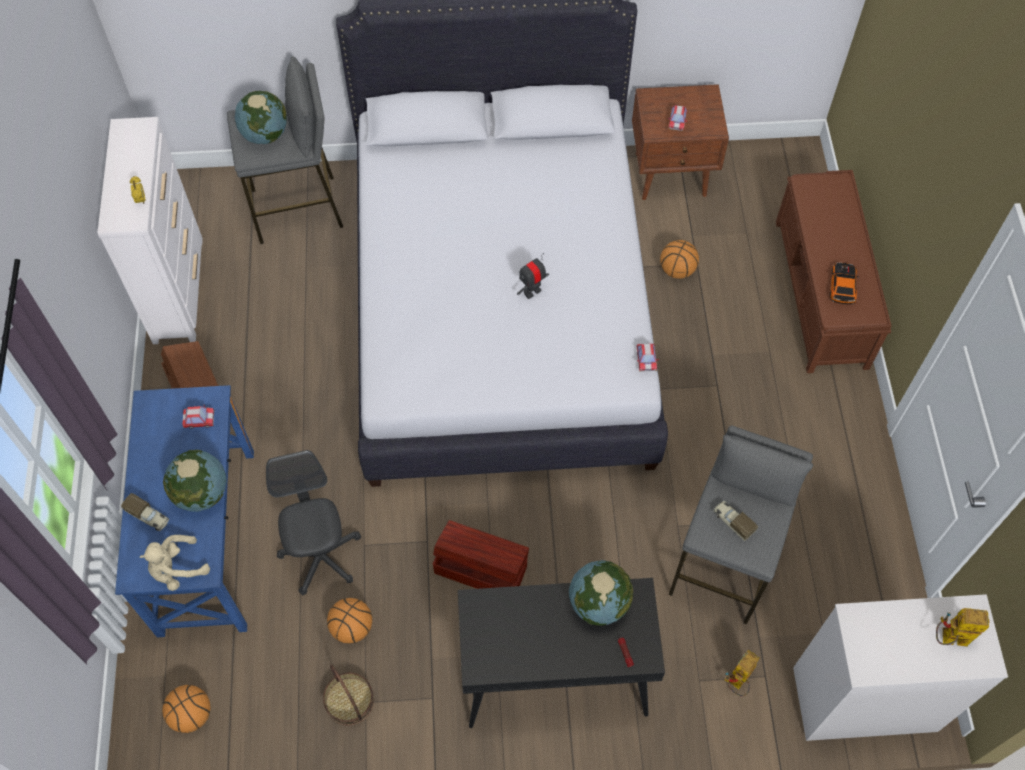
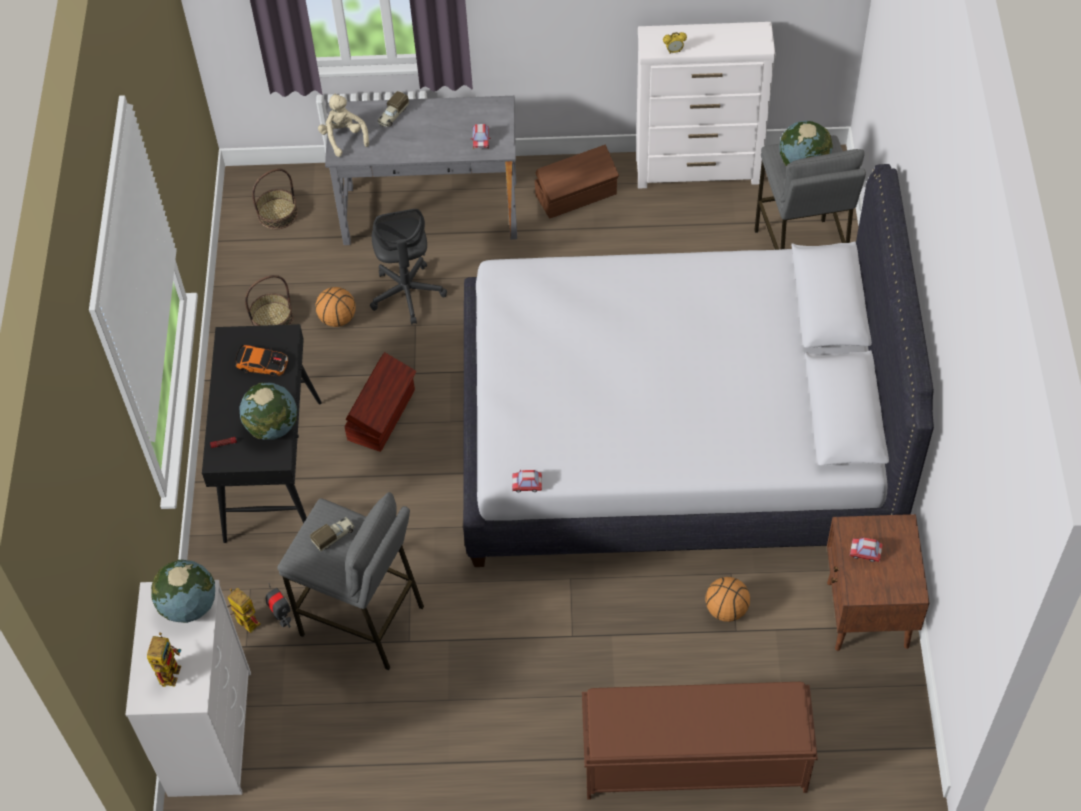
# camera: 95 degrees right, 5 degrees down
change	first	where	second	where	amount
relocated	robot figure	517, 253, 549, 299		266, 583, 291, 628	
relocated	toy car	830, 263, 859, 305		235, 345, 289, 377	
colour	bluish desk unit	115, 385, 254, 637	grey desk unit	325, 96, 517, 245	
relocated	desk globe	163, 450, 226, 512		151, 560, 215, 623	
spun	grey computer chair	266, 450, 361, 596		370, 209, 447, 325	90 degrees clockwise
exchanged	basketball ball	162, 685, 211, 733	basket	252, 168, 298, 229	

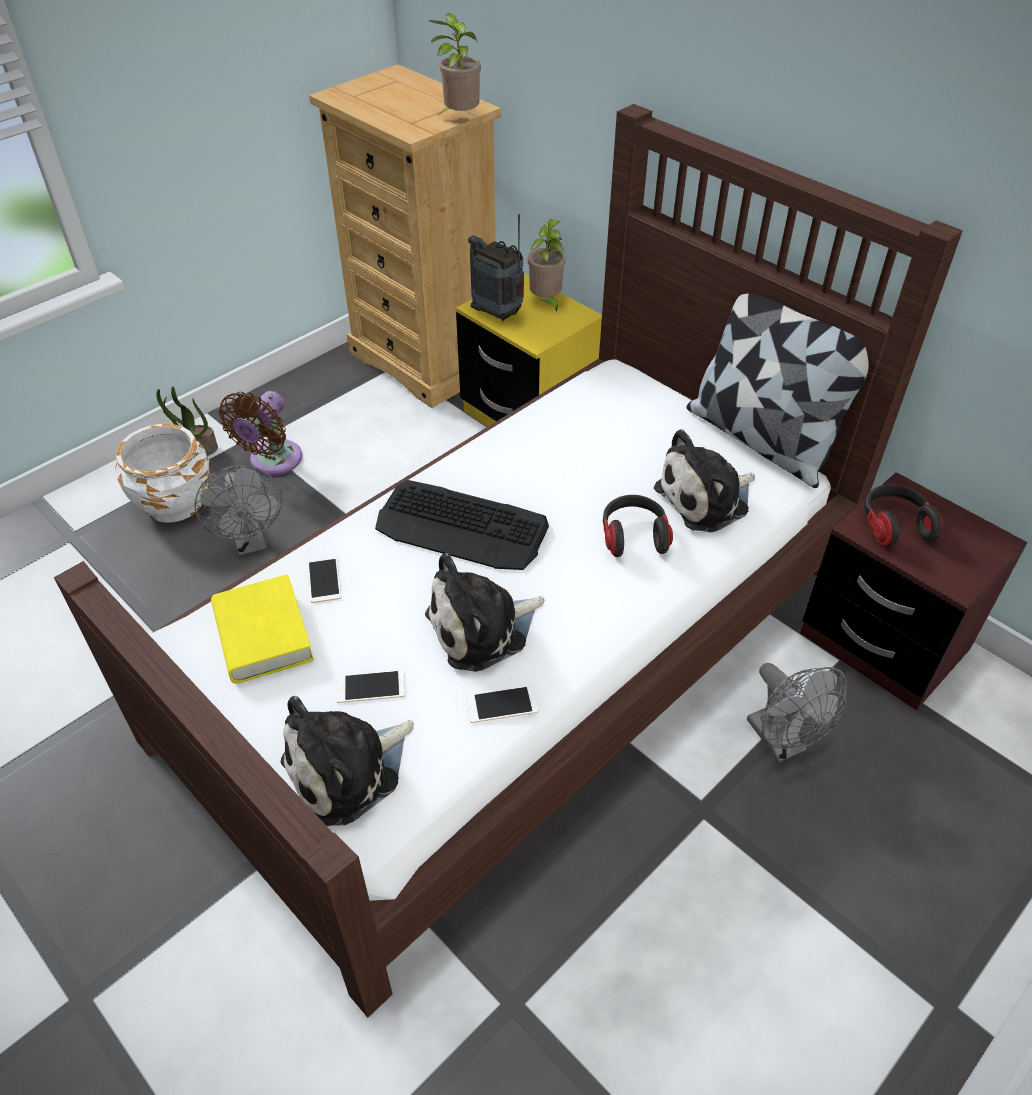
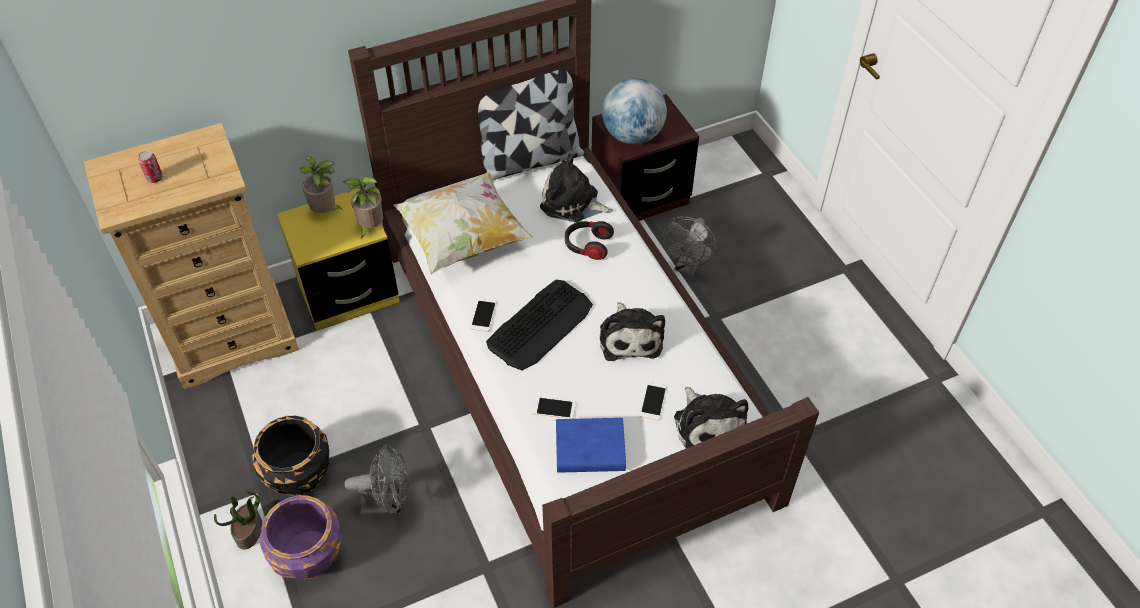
# camera: 70 degrees left, 5 degrees up
change	first	where	second	where	amount
relocated	potted plant	429, 13, 481, 115		343, 177, 383, 239	
missing	radio receiver	468, 214, 524, 321			
exchanged	brown-coloured cooling fan	219, 391, 302, 475	blackish planter	252, 416, 329, 496	
colour	whitish planter	115, 424, 210, 523	purple-coloured planter	260, 495, 342, 579	
spun	cuddly toy	654, 429, 755, 533		540, 153, 613, 222	120 degrees clockwise
exchanged	headphones	864, 484, 943, 547	desk globe	602, 78, 667, 144	
colour	yellow-coloured bound book	211, 574, 314, 684	bluish bound book	556, 418, 626, 473	
spun	grey cooling fan	747, 663, 847, 762		661, 216, 717, 276	120 degrees clockwise
relocated	phone	466, 685, 538, 723		470, 298, 497, 332	
appeared			sealed can	138, 151, 163, 183	
appeared			cushion	394, 171, 533, 274	

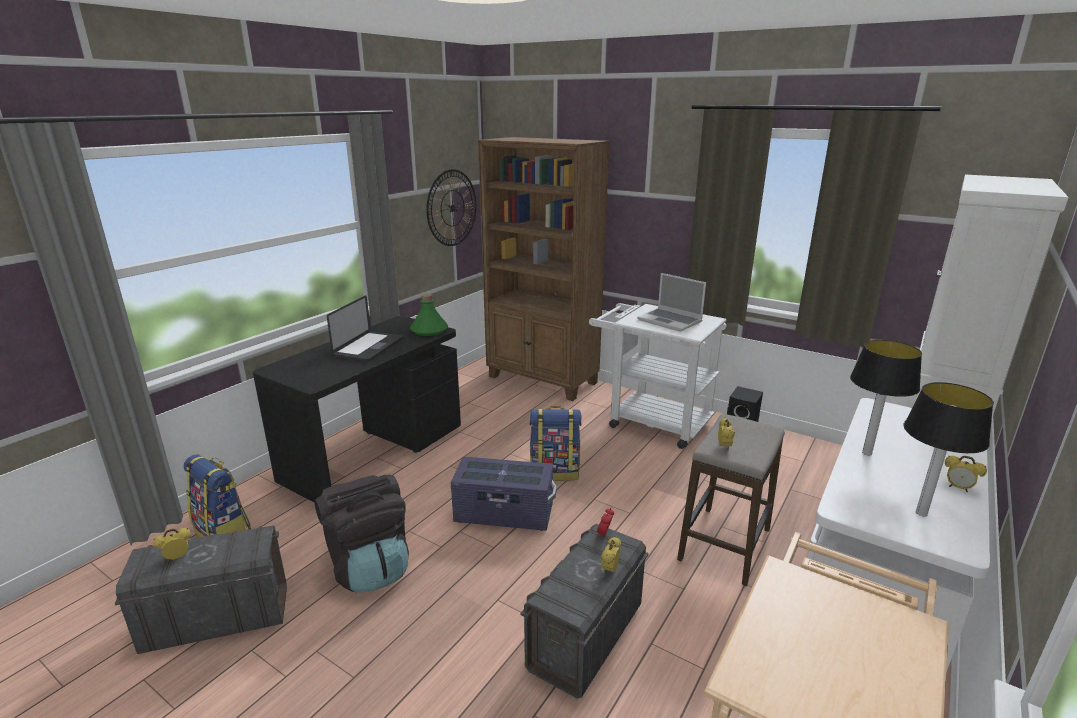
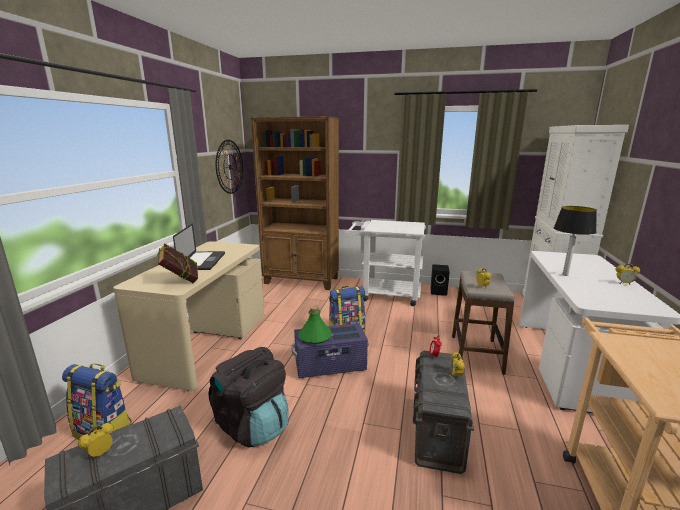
# camera: 20 degrees left, 5 degrees down
change	first	where	second	where	amount
missing	portable computer	637, 273, 706, 332			
relocated	greenish drink bottle	410, 294, 448, 336		298, 305, 332, 344	
colour	blackish desk unit	253, 316, 461, 502	beige-coloured desk unit	113, 241, 264, 391	
missing	tabletop lamp	904, 382, 994, 516			
appeared			bound book	157, 243, 198, 283	

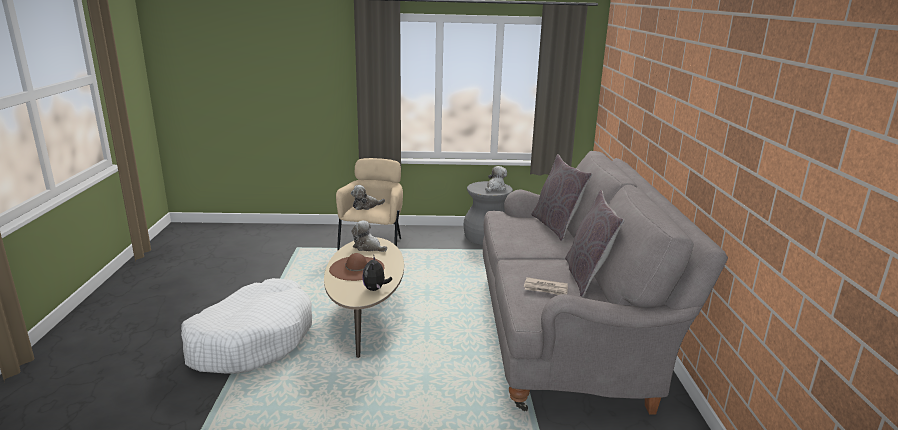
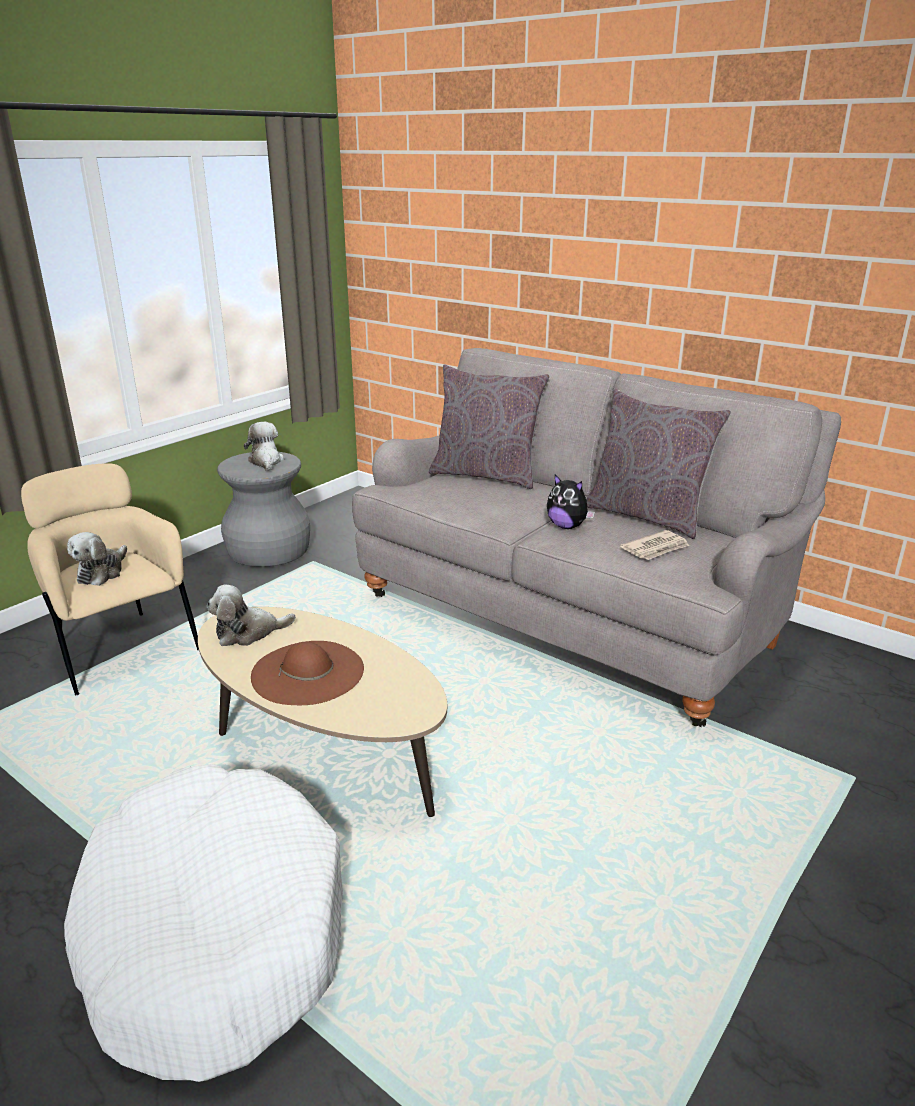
# camera: 50 degrees left, 5 degrees up
change	first	where	second	where	amount
relocated	cuddly toy	362, 255, 392, 291		547, 475, 595, 529	

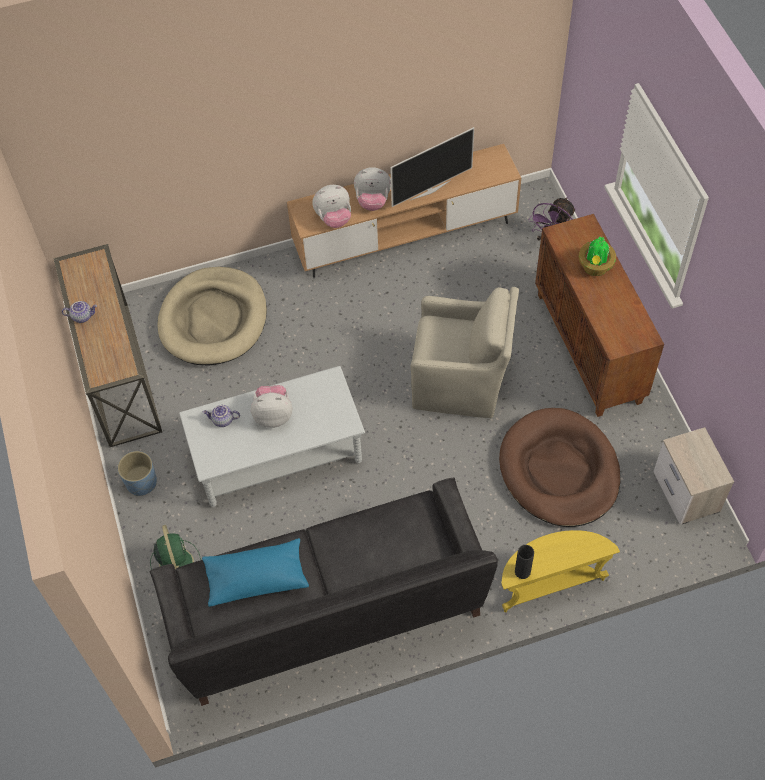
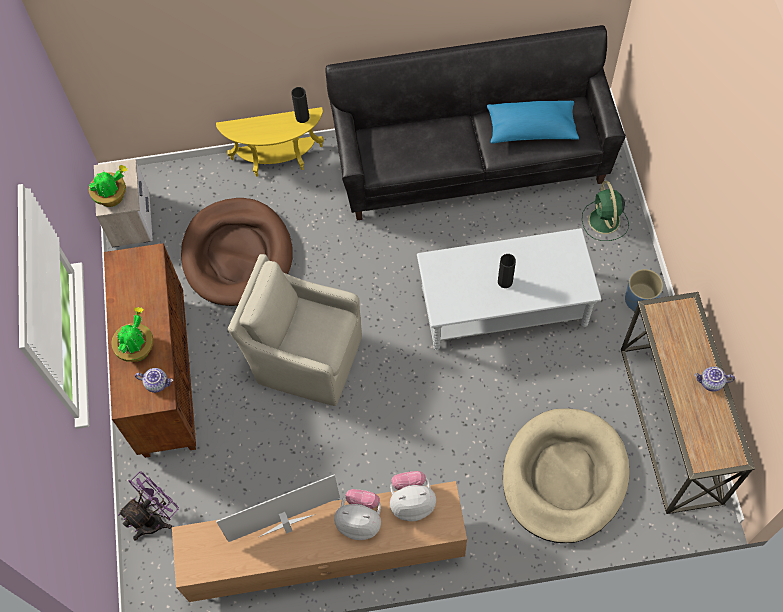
# camera: 170 degrees left, 5 degrees up
change	first	where	second	where	amount
exchanged	cuddly toy	251, 385, 292, 428	blackish decorative vase	498, 254, 516, 288	
relocated	tea pot	203, 405, 240, 427		135, 368, 173, 393	
appeared			potted plant	89, 165, 127, 207	

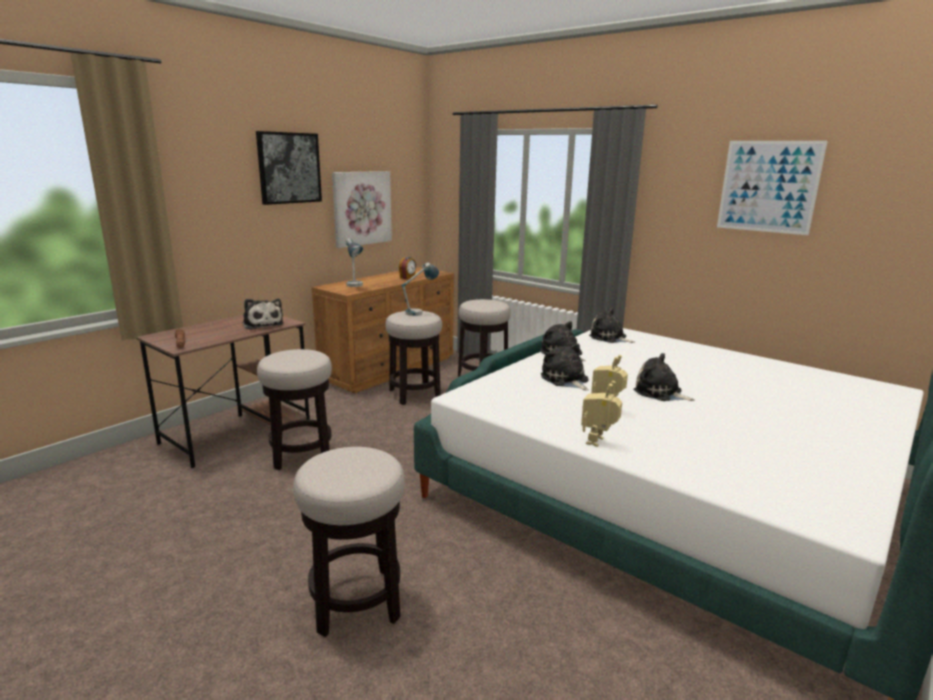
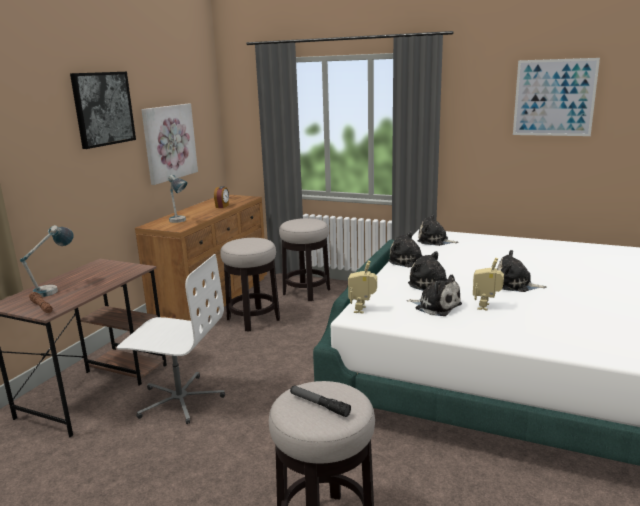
# camera: 15 degrees left, 0 degrees up
change	first	where	second	where	amount
relocated	tabletop lamp	401, 262, 439, 316		20, 225, 74, 297	
relocated	cuddly toy	242, 299, 283, 330		407, 275, 462, 316	
exchanged	sitting stool	257, 349, 332, 470	whitish computer chair	117, 254, 225, 424	
relocated	robot figure	581, 381, 622, 447		348, 261, 377, 314	
appeared			torch	290, 385, 351, 417	

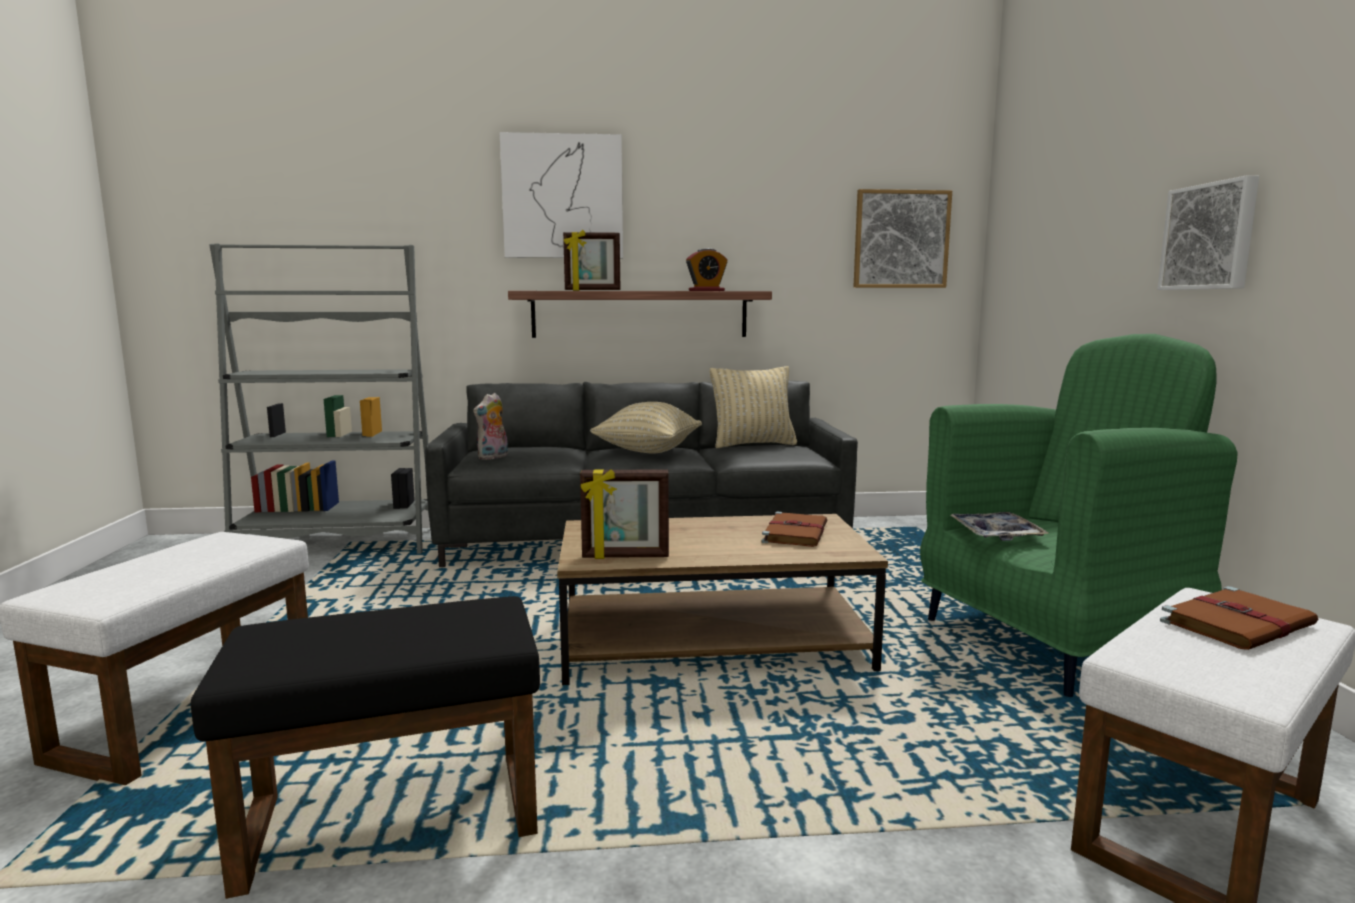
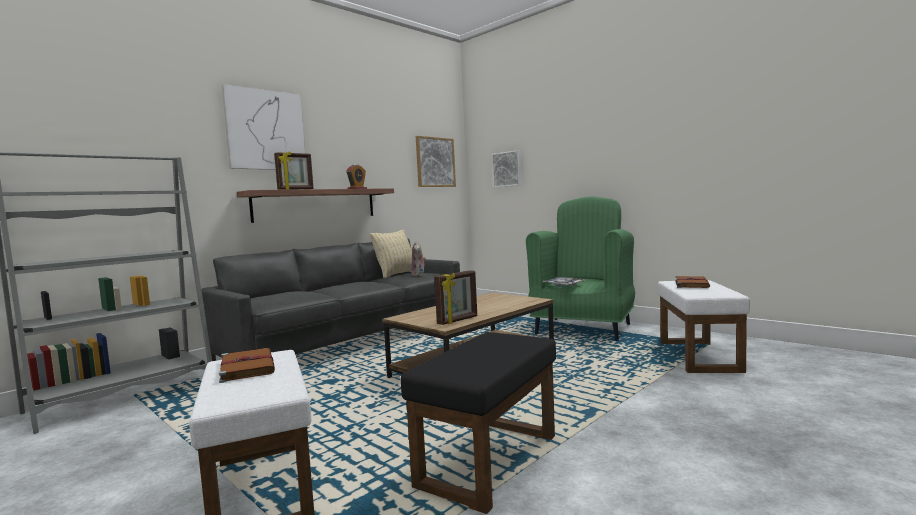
# camera: 40 degrees left, 5 degrees down
change	first	where	second	where	amount
relocated	wall picture	1157, 175, 1259, 290		492, 150, 522, 188	
relocated	cuddly toy	473, 393, 508, 460		411, 241, 426, 276	
missing	beige-coloured cushion	590, 402, 702, 453			
relocated	brown-coloured bound book	761, 512, 827, 547		219, 348, 275, 383	

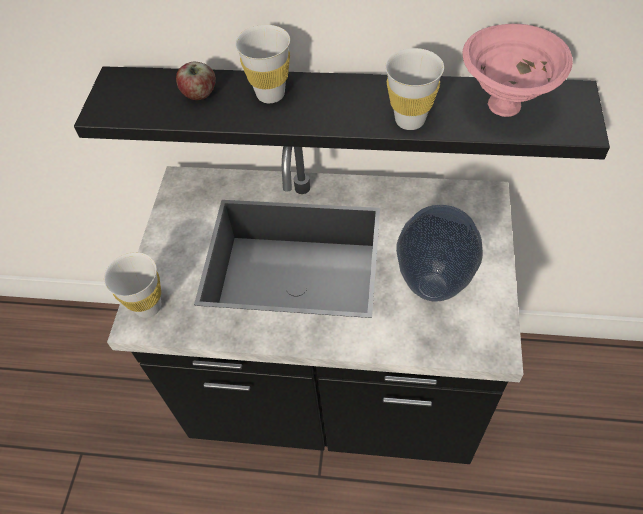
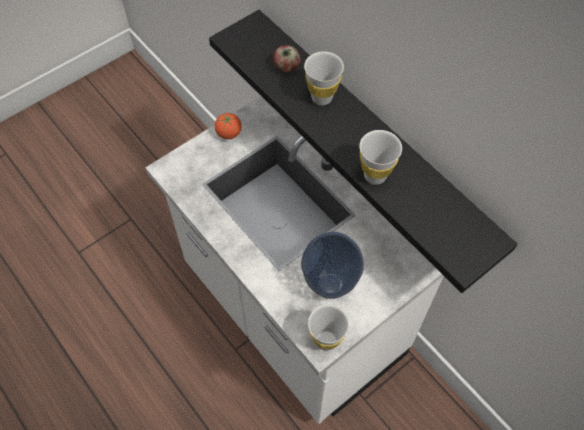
# camera: 40 degrees right, 5 degrees up
change	first	where	second	where	amount
missing	pink deep dish	462, 24, 573, 117			
colour	blackish kitchen counter	107, 146, 523, 464	whitish kitchen counter	145, 96, 444, 424	
relocated	whitish cup	104, 252, 161, 318		308, 305, 349, 351	
appeared			fresh tomato	214, 113, 242, 139	

